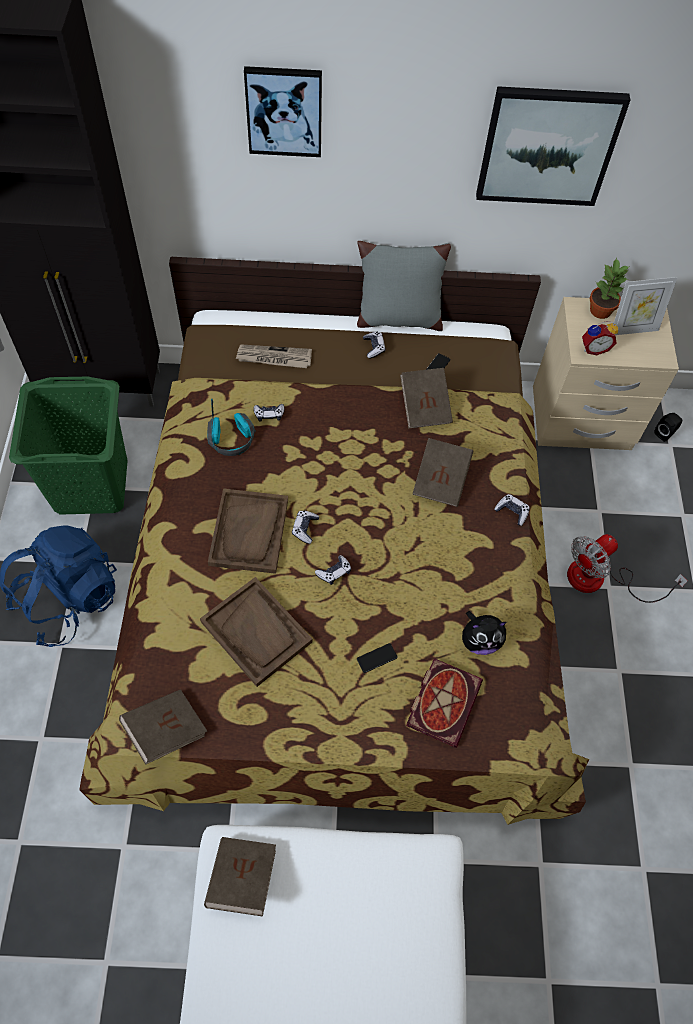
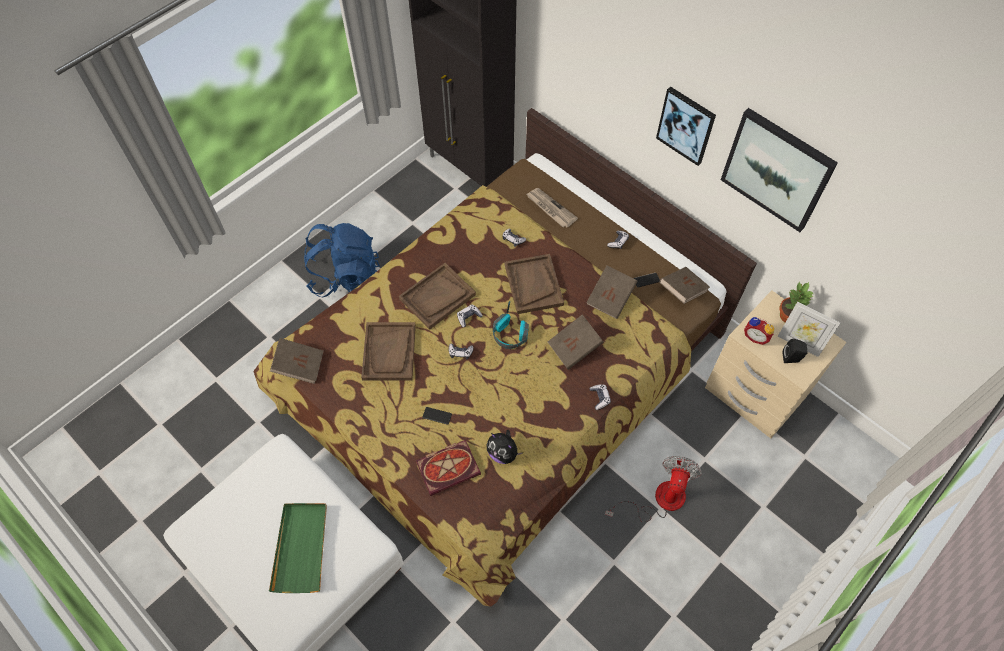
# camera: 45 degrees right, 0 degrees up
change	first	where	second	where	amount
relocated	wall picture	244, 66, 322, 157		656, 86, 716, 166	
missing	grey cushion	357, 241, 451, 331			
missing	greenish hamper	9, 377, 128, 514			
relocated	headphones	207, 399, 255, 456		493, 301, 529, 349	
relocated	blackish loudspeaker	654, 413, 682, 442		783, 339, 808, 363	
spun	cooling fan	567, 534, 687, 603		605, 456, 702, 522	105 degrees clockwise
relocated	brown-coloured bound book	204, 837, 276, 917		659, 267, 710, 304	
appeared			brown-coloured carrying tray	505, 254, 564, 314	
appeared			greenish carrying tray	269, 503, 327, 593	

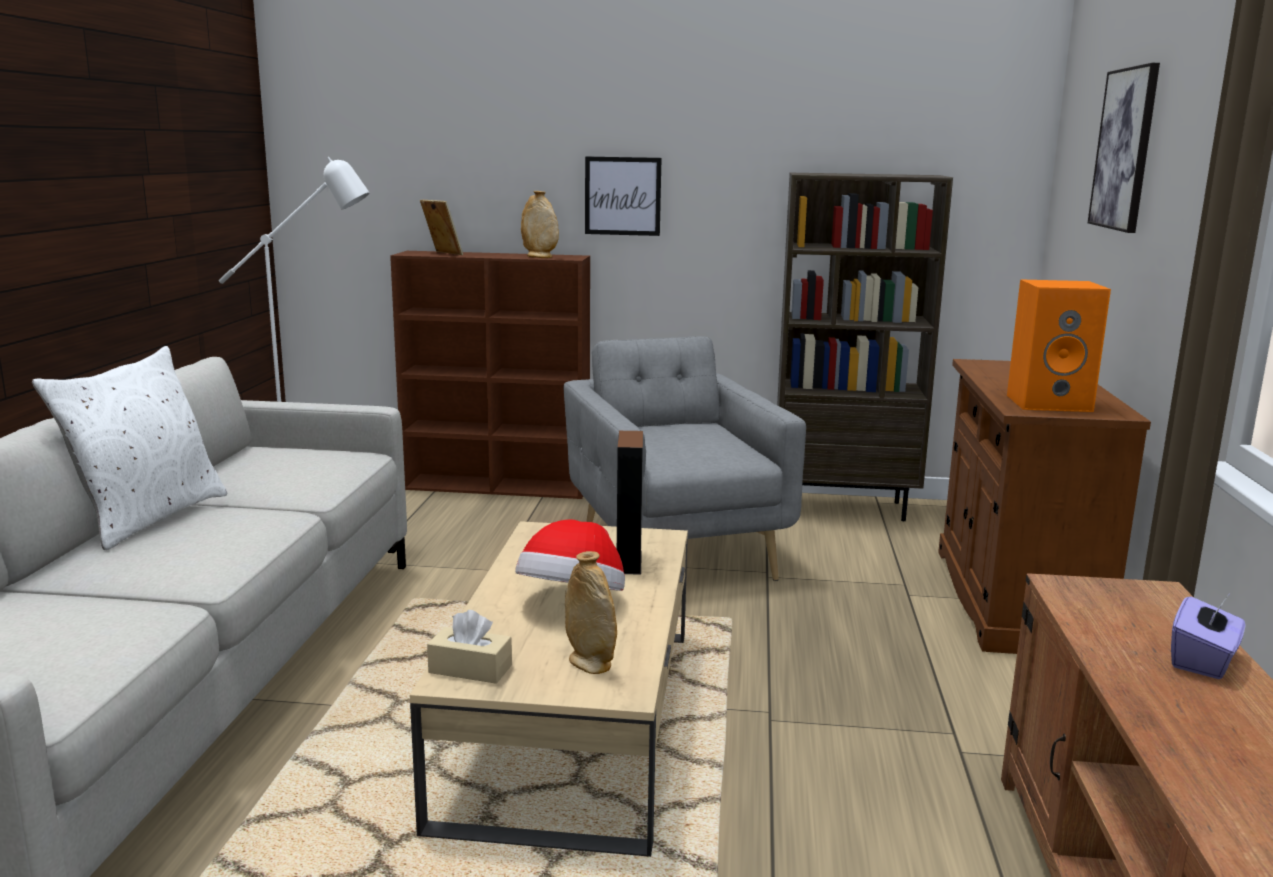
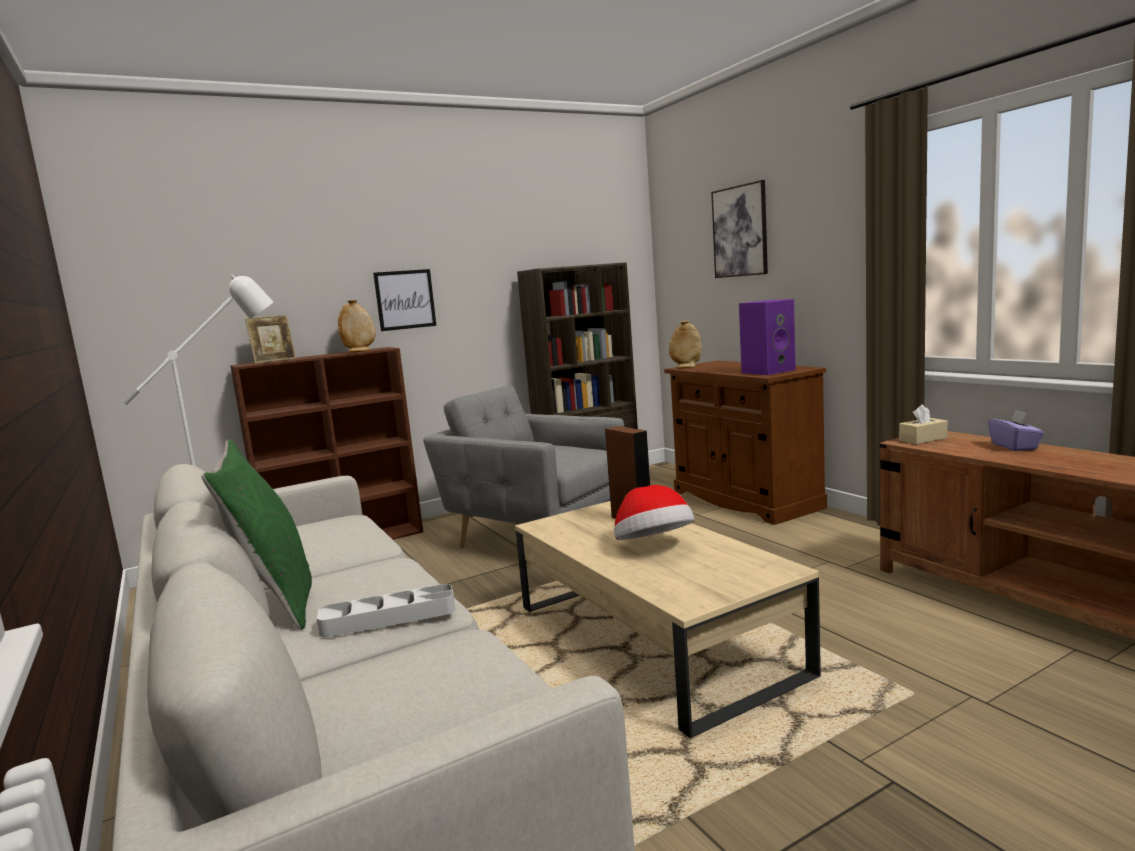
# camera: 35 degrees left, 5 degrees down
change	first	where	second	where	amount
spun	photo frame	420, 200, 463, 255		245, 315, 296, 364	135 degrees clockwise
colour	orange loudspeaker	1007, 279, 1111, 412	purple-coloured loudspeaker	739, 299, 796, 375	
colour	whitish cushion	32, 346, 227, 550	greenish cushion	201, 439, 312, 630	
relocated	beige-coloured decorative vase	565, 551, 617, 674		669, 321, 702, 368	
relocated	beige-coloured tissue box	427, 610, 512, 684		899, 405, 948, 444	
appeared			grey carrying tray	317, 584, 455, 637	

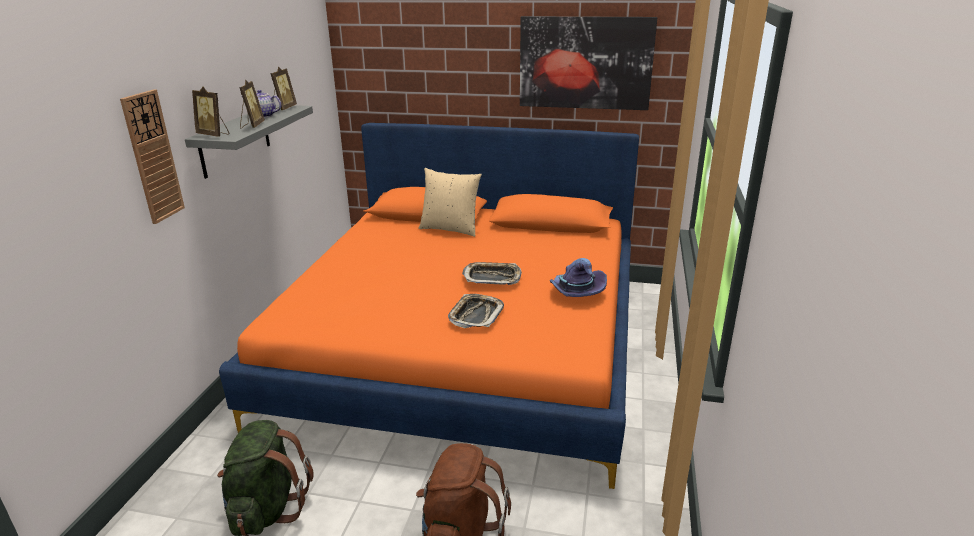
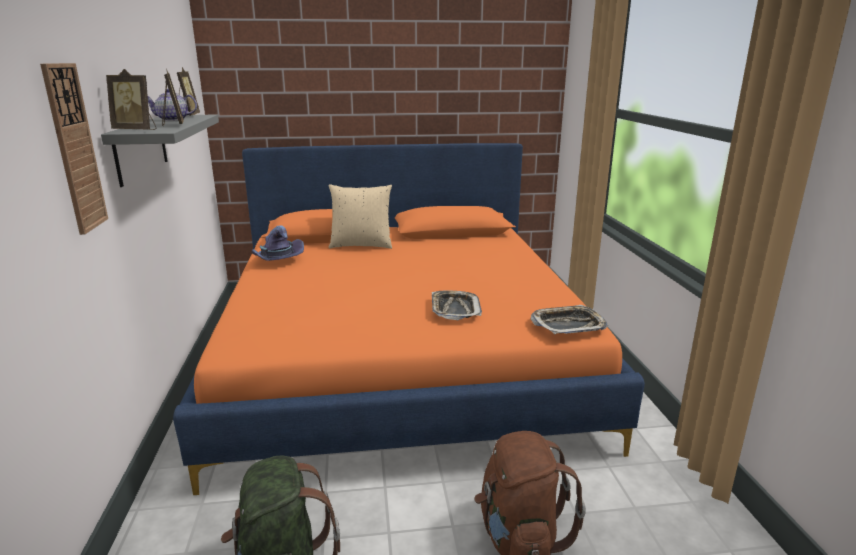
# camera: 20 degrees left, 5 degrees down
change	first	where	second	where	amount
missing	wall picture	520, 16, 657, 110			
relocated	purple-coloured clothing hat	550, 258, 607, 297		252, 225, 304, 261	
relocated	carrying tray	462, 262, 522, 285		531, 305, 608, 334	

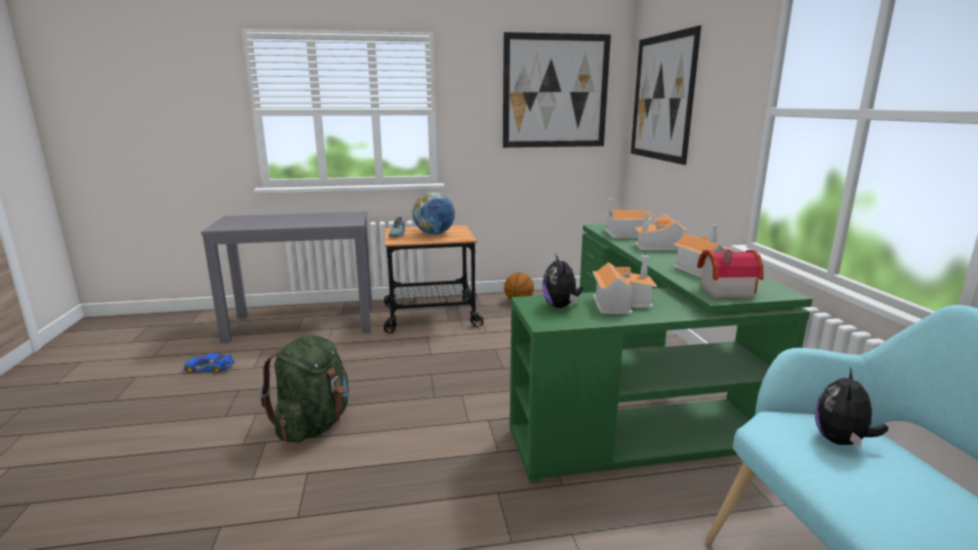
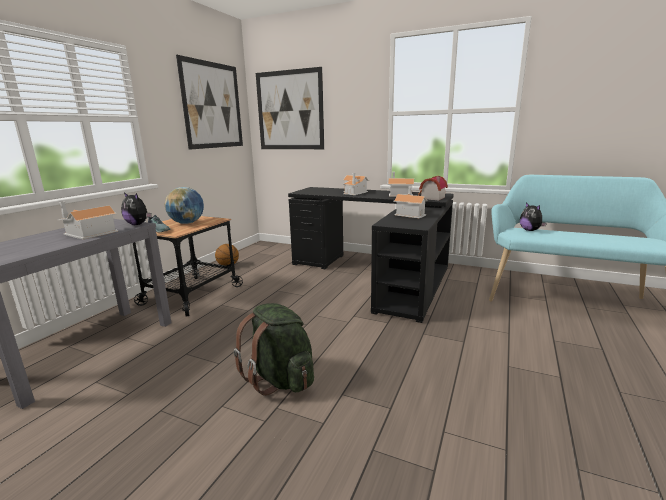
# camera: 55 degrees left, 0 degrees up
change	first	where	second	where	amount
relocated	model house	604, 199, 652, 238		57, 202, 118, 239	
colour	greenish desk unit	510, 222, 813, 483	blackish desk unit	288, 187, 454, 323	
relocated	cuddly toy	542, 253, 583, 308		121, 192, 152, 225	
missing	toy car	184, 353, 235, 373			

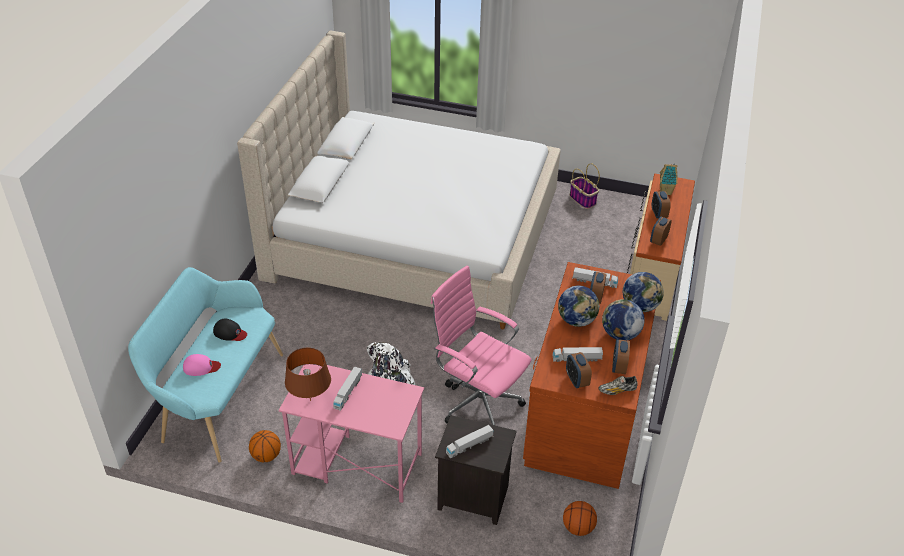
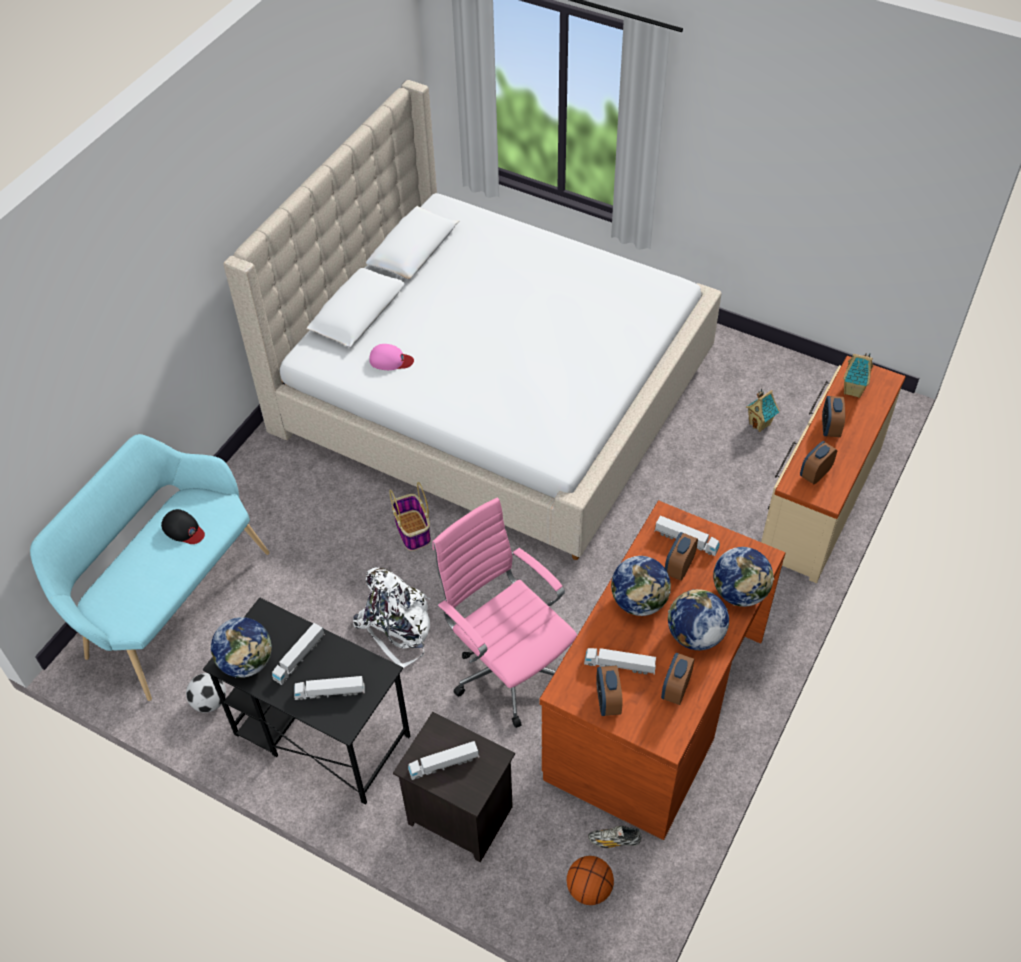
# camera: 15 degrees right, 10 degrees up
change	first	where	second	where	amount
relocated	basket	570, 163, 600, 209		389, 482, 431, 551	
exchanged	brown-coloured tabletop lamp	285, 348, 331, 401	desk globe	211, 617, 272, 678	
relocated	pink baseball cap	183, 354, 221, 376		369, 344, 414, 370	
colour	pink desk unit	279, 364, 424, 503	blackish desk unit	203, 597, 410, 805	
relocated	item of footwear	598, 376, 638, 395		588, 826, 641, 848	
exchanged	basketball ball	249, 430, 281, 462	ball for football	186, 673, 226, 713	
appeared			model house	746, 388, 780, 432	
appeared			toy lorry	294, 676, 365, 700	

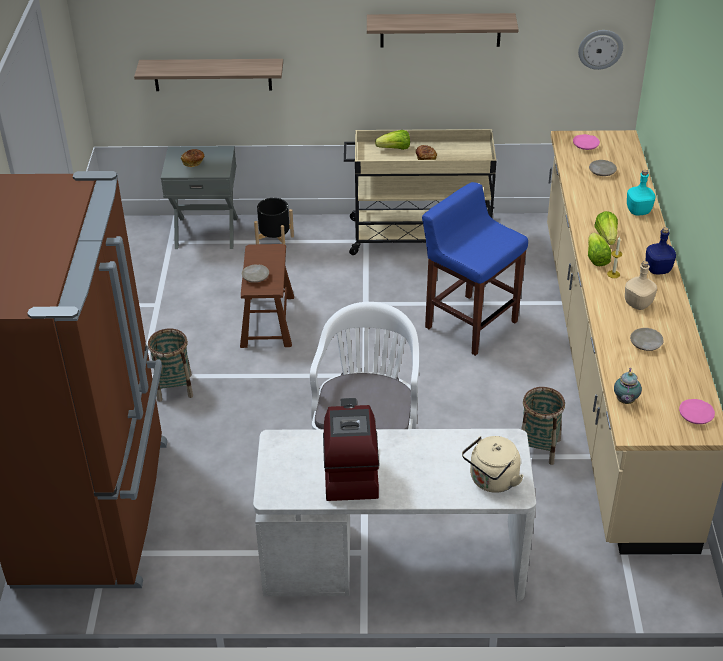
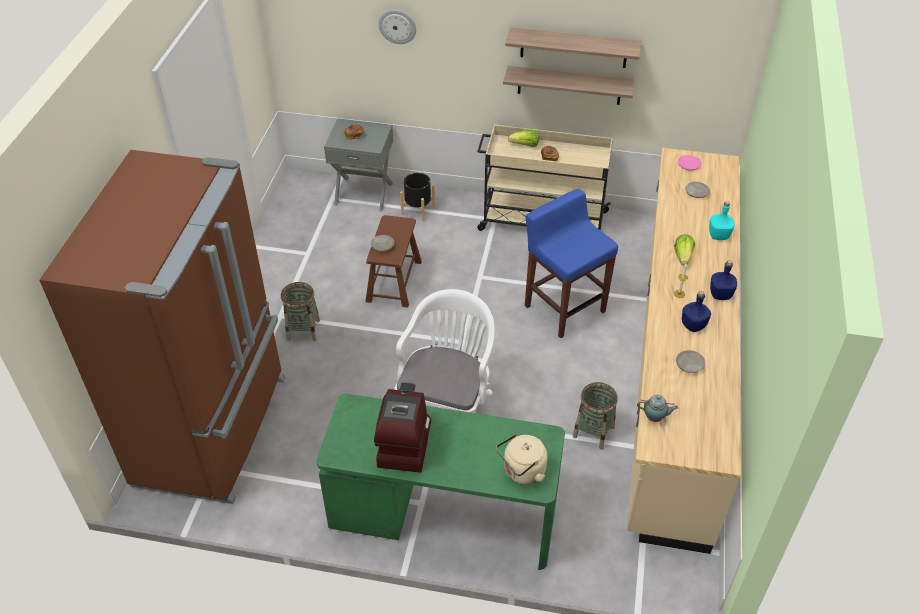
# camera: 10 degrees right, 5 degrees up
change	first	where	second	where	amount
relocated	wall clock	578, 30, 623, 70		378, 9, 416, 44	
relocated	wall shelf	134, 59, 283, 91		503, 66, 635, 105	
missing	head of lettuce	588, 233, 611, 266			
colour	beige-coloured drink bottle	625, 261, 657, 310	bluish drink bottle	682, 291, 711, 332	
spun	tea pot	614, 368, 642, 404		637, 395, 678, 422	105 degrees counterclockwise
missing	pink dinner plate	679, 399, 715, 424			
colour	whitish desk unit	253, 429, 536, 602	greenish desk unit	316, 393, 565, 570	

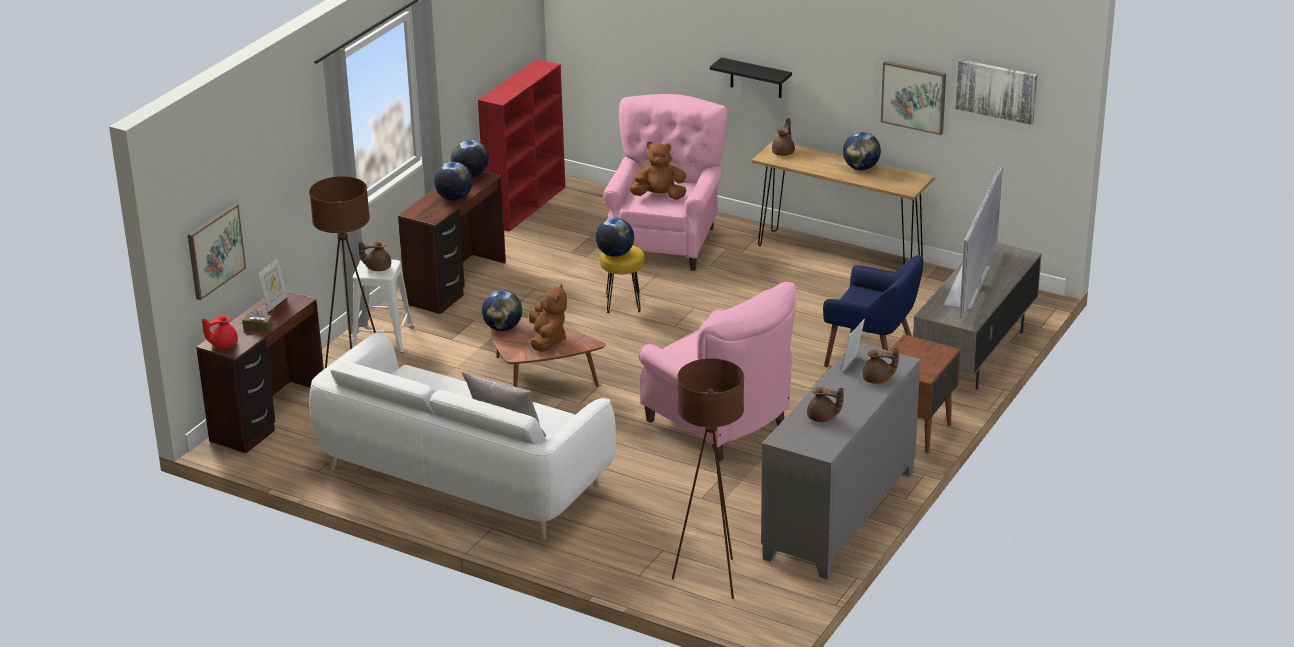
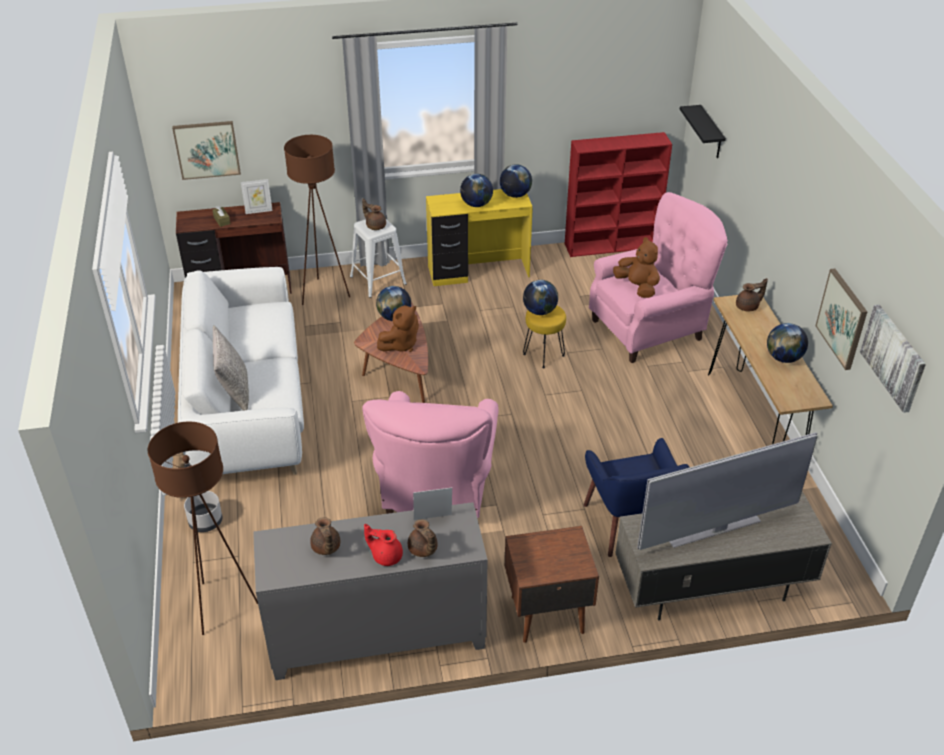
# camera: 50 degrees right, 10 degrees up
change	first	where	second	where	amount
relocated	blackish wall shelf	710, 58, 792, 98		680, 105, 726, 158	
colour	brown-coloured desk unit	398, 172, 506, 314	yellow-coloured desk unit	426, 189, 533, 286	
relocated	reddish tea pot	202, 315, 238, 348		364, 524, 403, 566	
appeared			grey planter	184, 491, 222, 532	

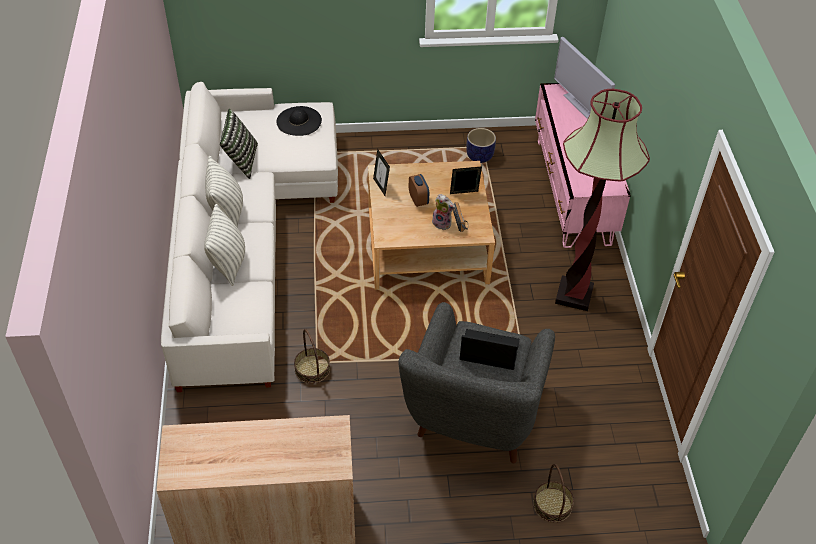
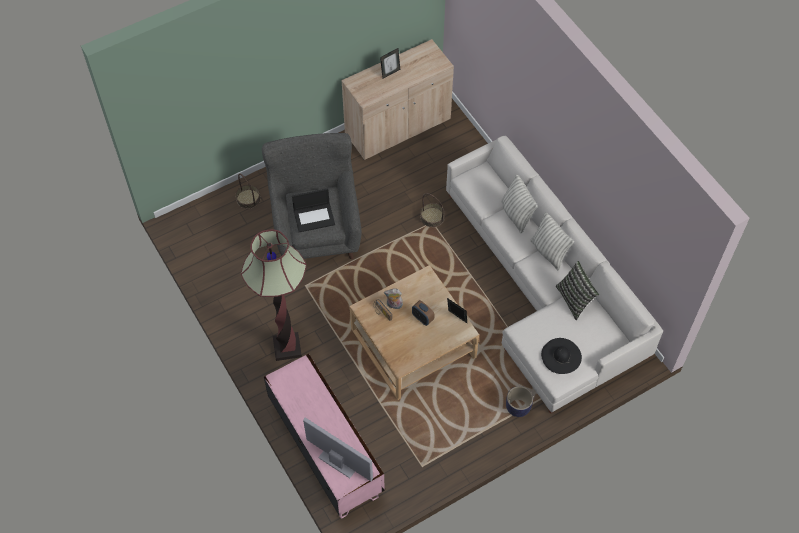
# camera: 155 degrees right, 10 degrees up
change	first	where	second	where	amount
relocated	planter	466, 128, 496, 163		506, 386, 533, 417	
relocated	photo frame	450, 166, 482, 194		380, 48, 400, 79	

